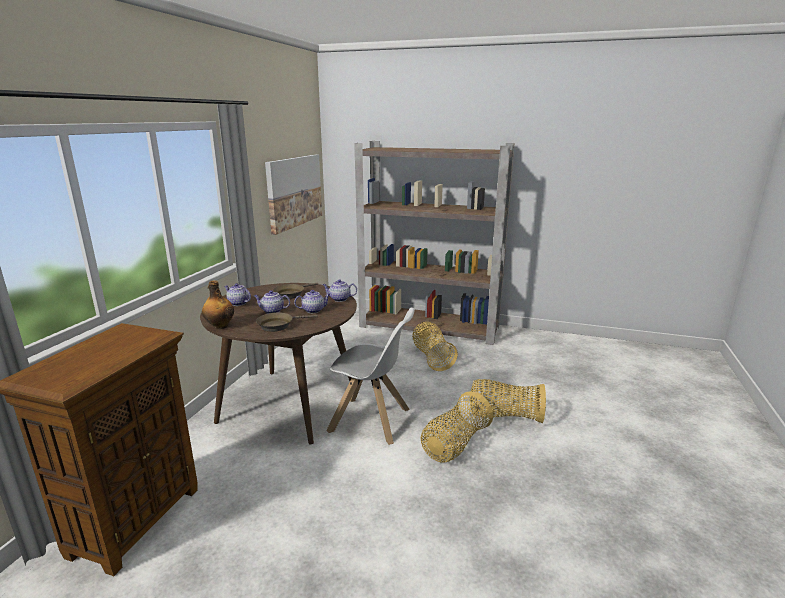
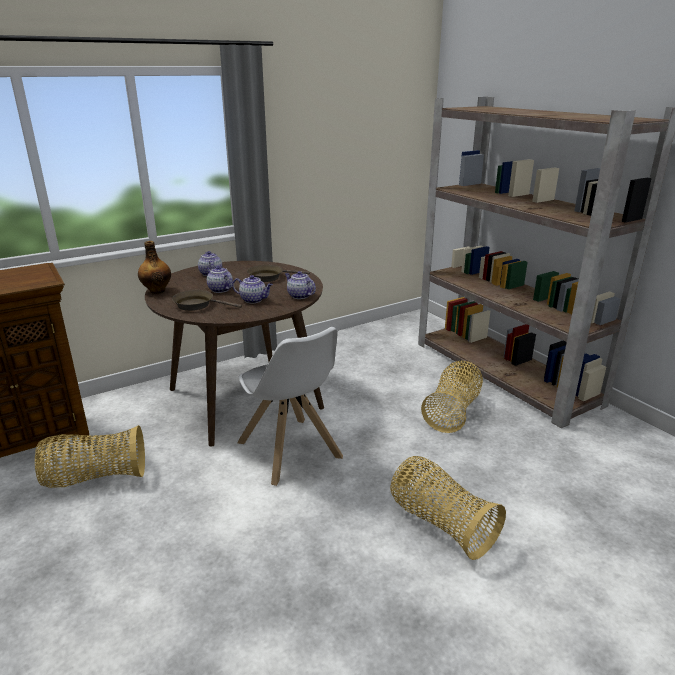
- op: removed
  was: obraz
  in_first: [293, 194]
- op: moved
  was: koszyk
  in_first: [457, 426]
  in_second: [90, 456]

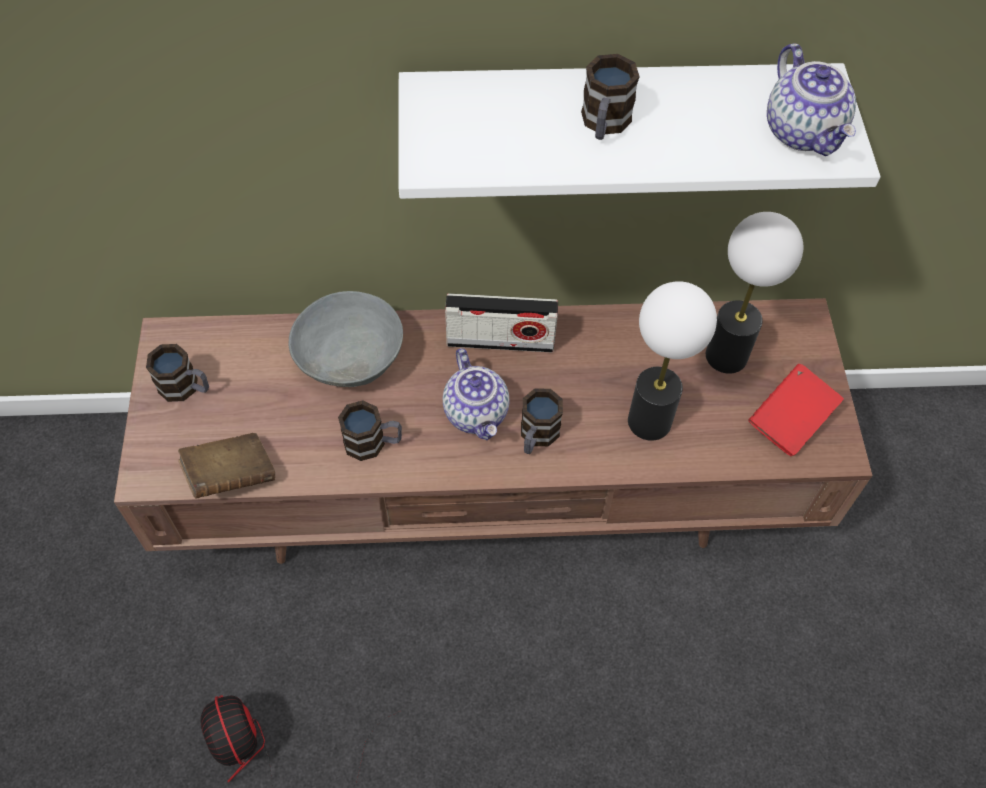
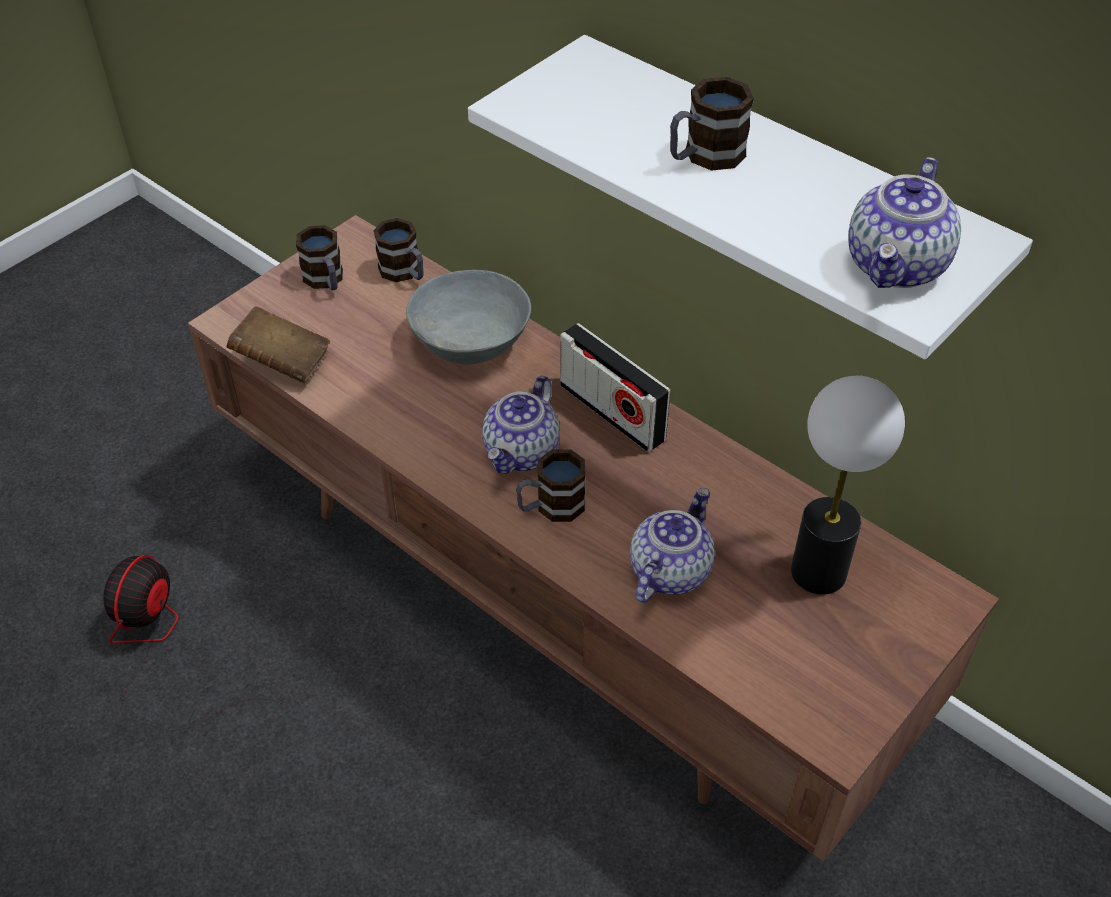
- op: replaced
  was: lampa stołowa
  now: imbryk
  in_first: [672, 361]
  in_second: [672, 545]
- op: removed
  was: książka [czerwony]
  in_first: [796, 410]
- op: moved
  was: kubek
  in_first: [370, 430]
  in_second: [398, 250]

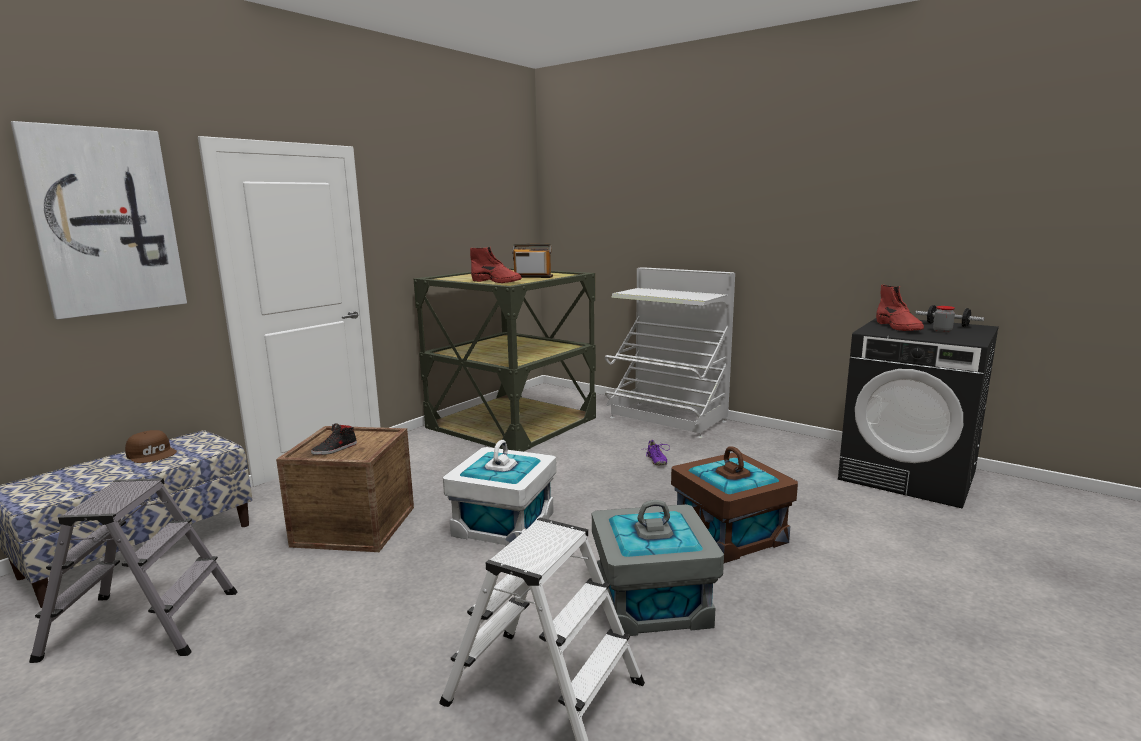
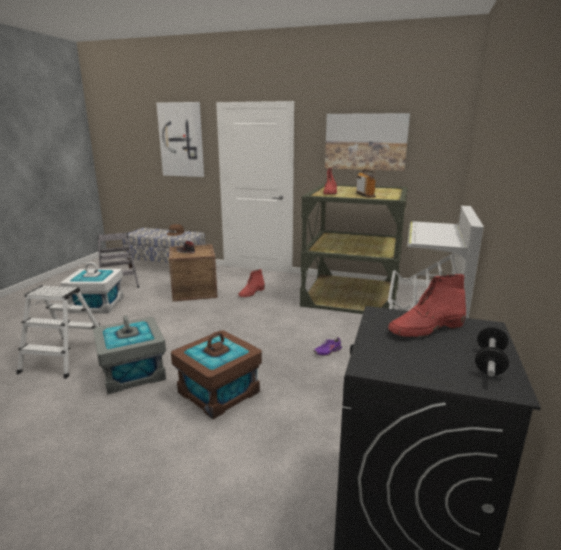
- op: removed
  was: słoik
  in_first: [944, 319]
- op: moved
  was: pojemnik do przechowywania [biały]
  in_first: [499, 493]
  in_second: [92, 287]
- op: added
  now: obraz
  in_second: [367, 142]
- op: added
  now: but z cholewką [czerwony]
  in_second: [251, 283]

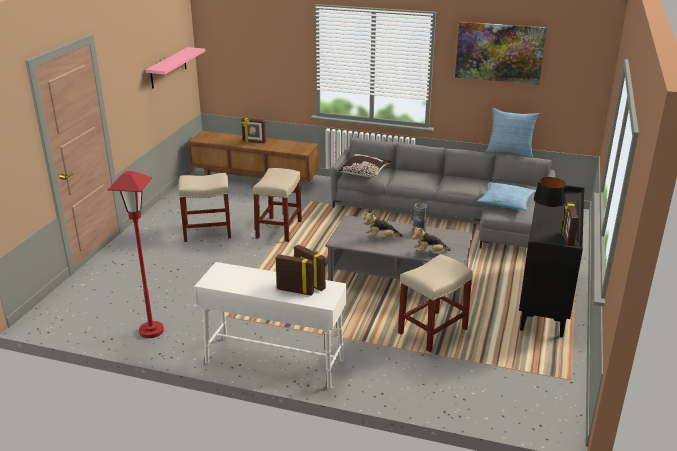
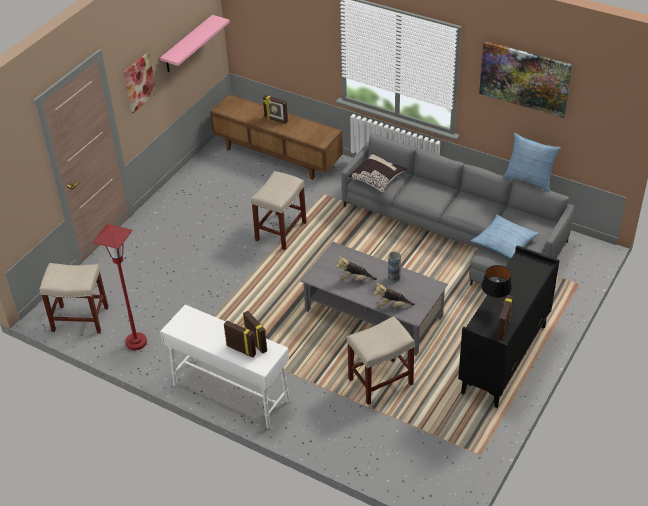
- op: moved
  was: stołek [beżowy]
  in_first: [204, 207]
  in_second: [74, 298]
- op: added
  now: obraz
  in_second: [140, 82]

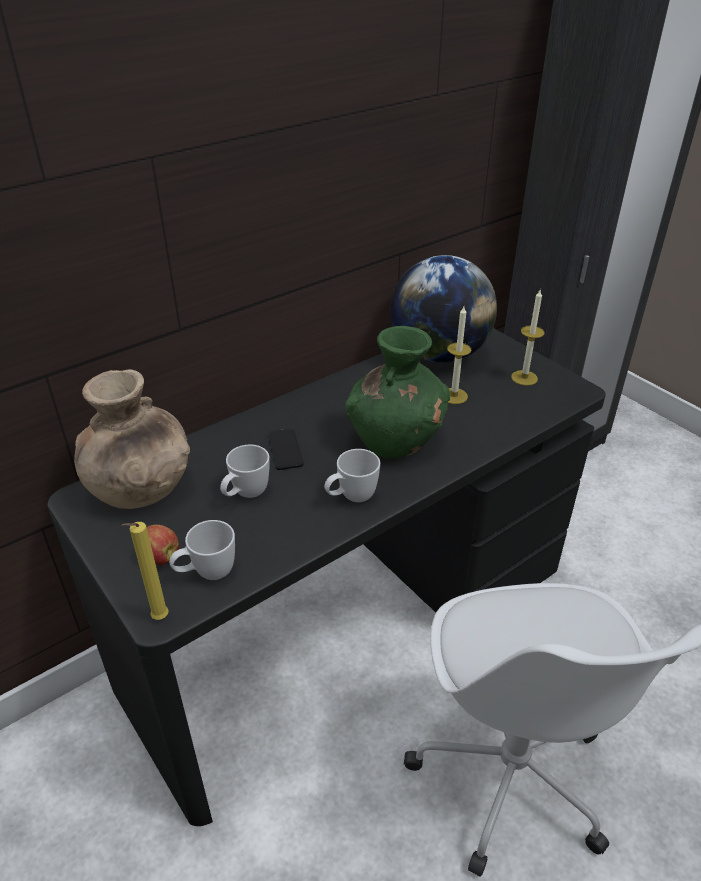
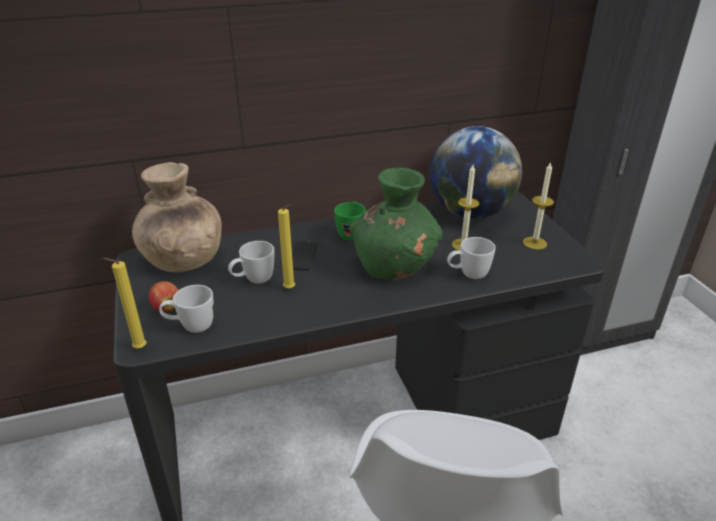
- op: moved
  was: kubek [biały]
  in_first: [352, 475]
  in_second: [471, 258]
- op: added
  now: kubek [zielony]
  in_second: [350, 221]
- op: added
  now: świeca [żółty]
  in_second: [286, 247]

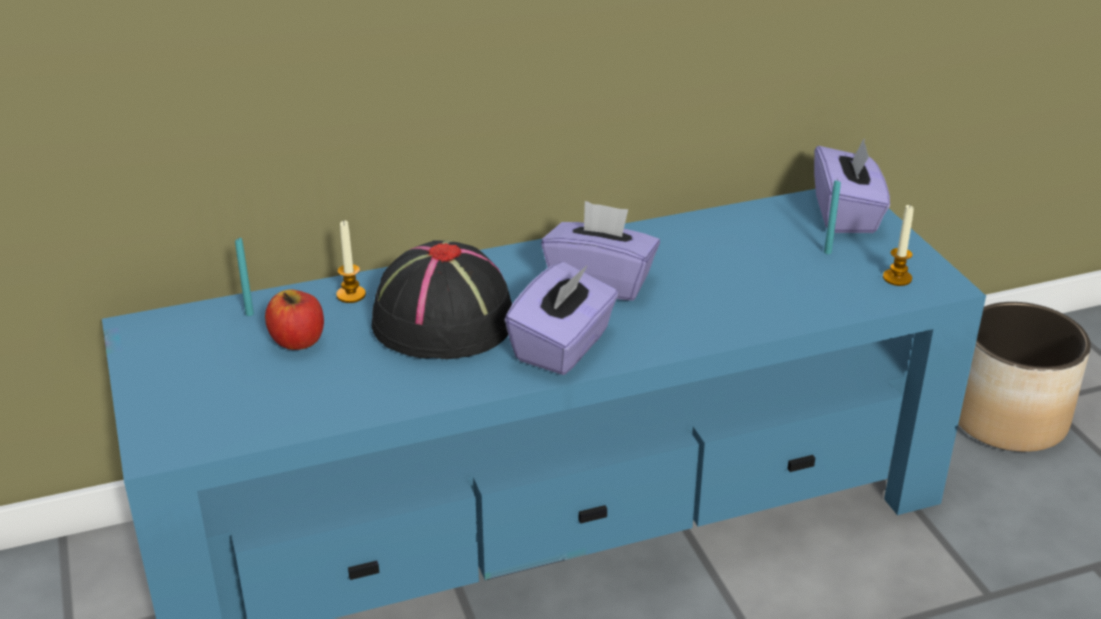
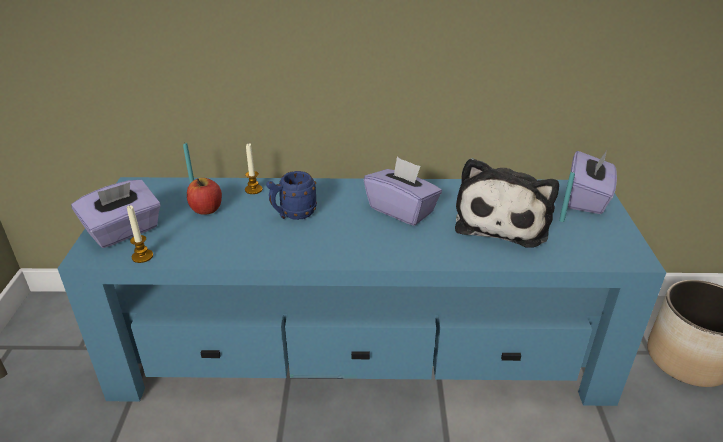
- op: moved
  was: świeca
  in_first: [898, 245]
  in_second: [140, 234]
- op: replaced
  was: kapelusz [czarny]
  now: kubek [niebieski]
  in_first: [442, 299]
  in_second: [291, 195]
- op: moved
  was: pudełko chusteczek [fioletowy]
  in_first: [562, 318]
  in_second: [116, 214]
- op: added
  now: pluszak
  in_second: [507, 203]

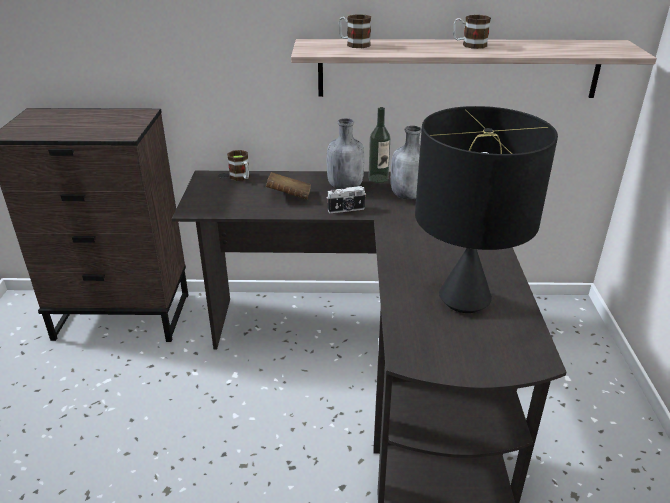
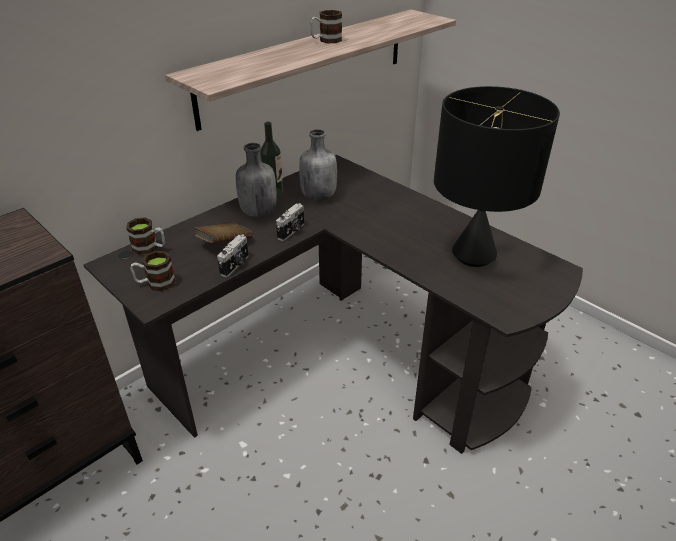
- op: moved
  was: kubek
  in_first: [355, 31]
  in_second: [153, 271]
- op: added
  now: aparat fotograficzny
  in_second: [233, 255]

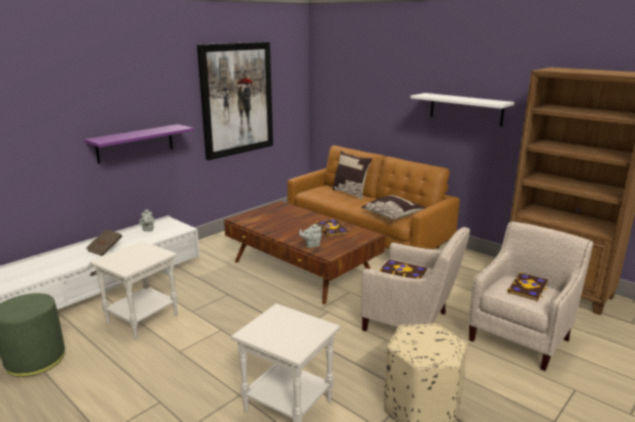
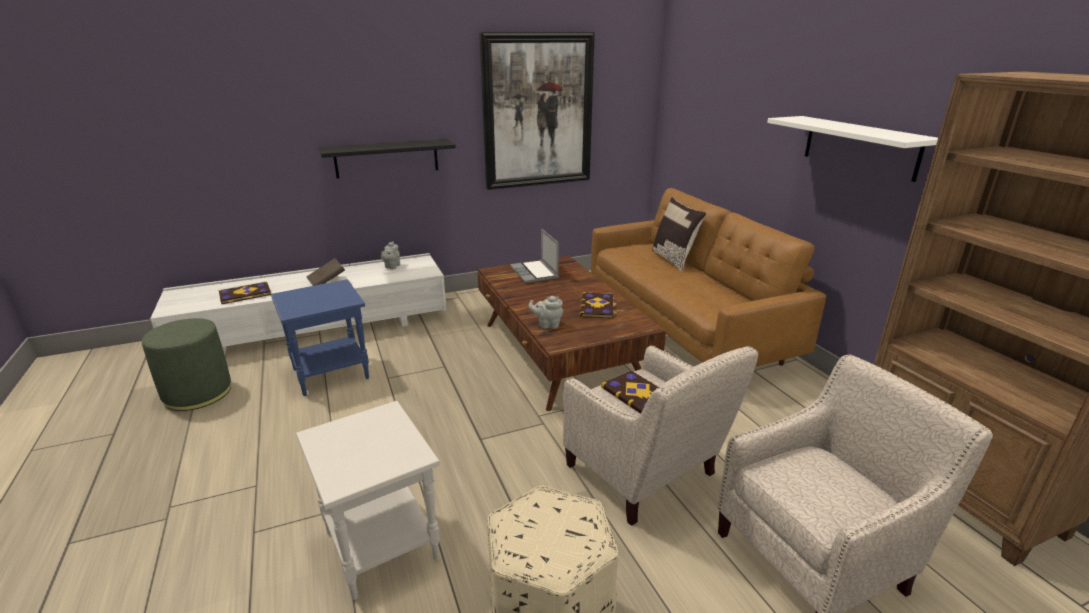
- op: recoloured
  was: półka [fioletowy]
  now: półka [czarny]
  in_first: [139, 144]
  in_second: [387, 159]
- op: removed
  was: poduszka
  in_first: [393, 207]
- op: recoloured
  was: stolik [biały]
  now: stolik [niebieski]
  in_first: [134, 290]
  in_second: [320, 337]
- op: moved
  was: książka
  in_first: [527, 286]
  in_second: [245, 293]
- op: added
  now: laptop
  in_second: [534, 255]

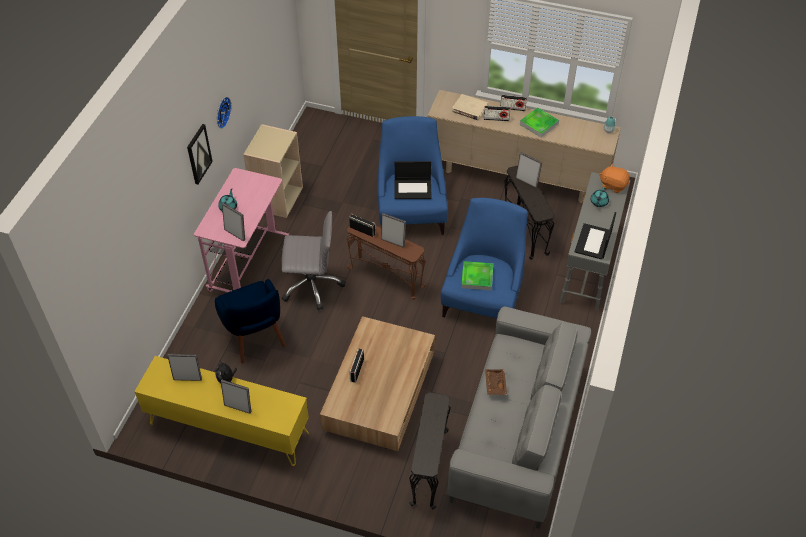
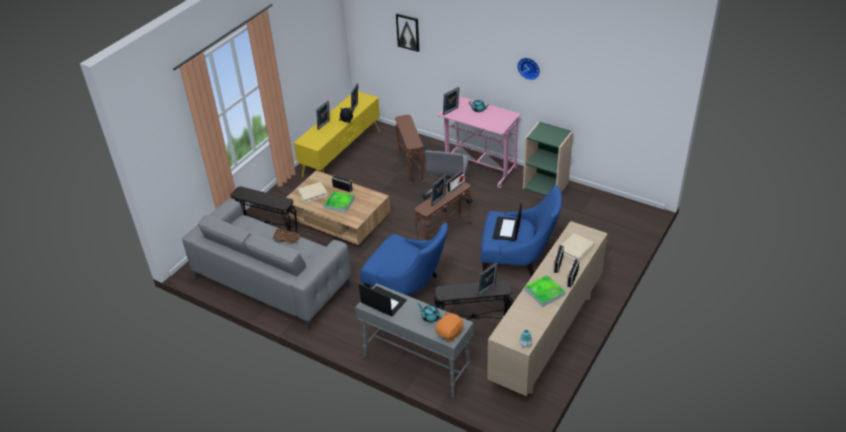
- op: moved
  was: obraz
  in_first: [200, 154]
  in_second: [407, 33]
- op: recoloured
  was: regał [beżowy]
  now: regał [zielony]
  in_first: [273, 171]
  in_second: [548, 159]
- op: moved
  was: taca
  in_first: [477, 275]
  in_second: [339, 202]
- op: replaced
  was: fotel [niebieski]
  now: stolik [brązowy]
  in_first: [250, 321]
  in_second: [410, 150]
- op: added
  now: książka [beżowy]
  in_second: [313, 192]

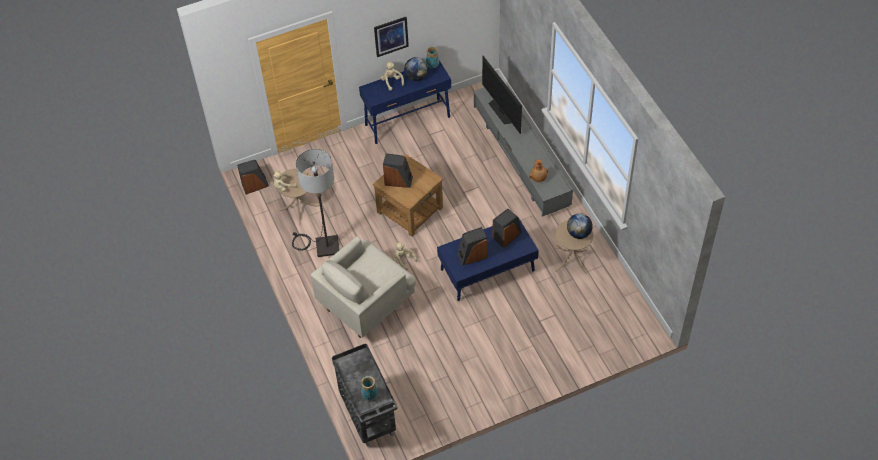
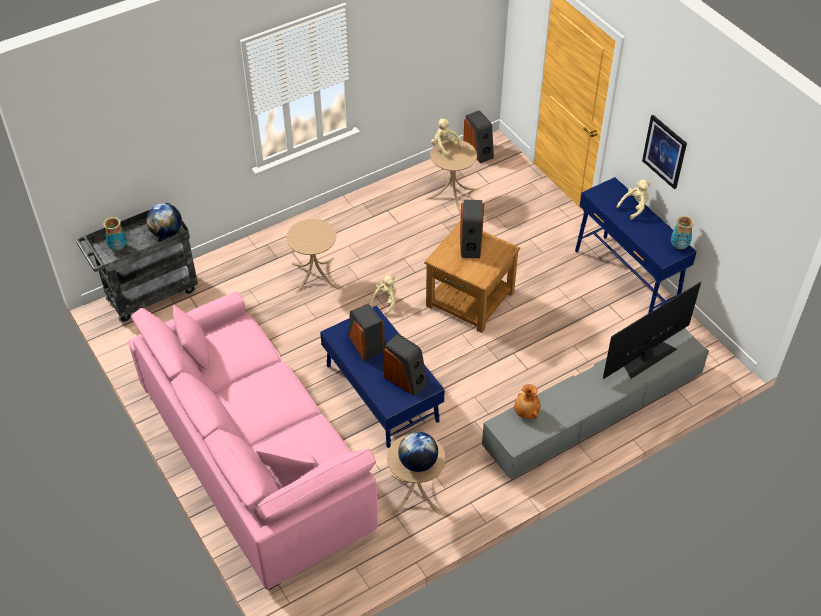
- op: moved
  was: globus
  in_first: [416, 69]
  in_second: [164, 220]
- op: removed
  was: lampa stojąca
  in_first: [315, 203]
- op: replaced
  was: fotel [beżowy]
  now: stolik [beżowy]
  in_first: [363, 287]
  in_second: [312, 256]
- op: added
  now: kanapa [różowy]
  in_second: [253, 441]

